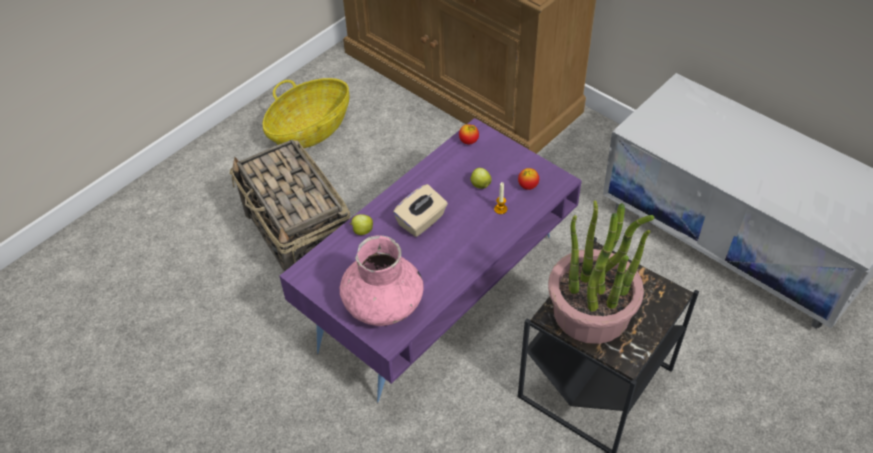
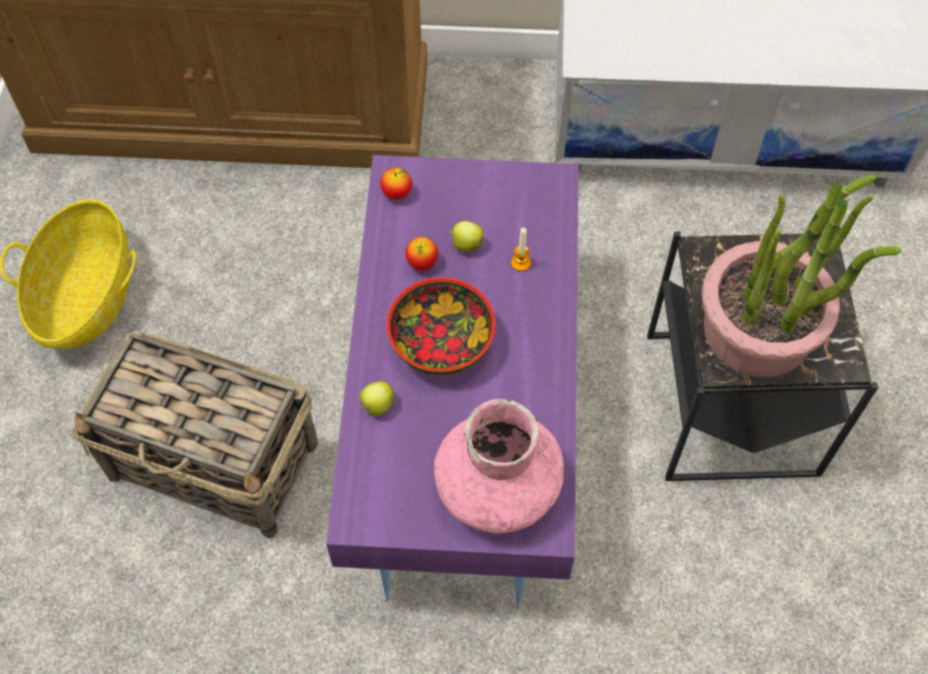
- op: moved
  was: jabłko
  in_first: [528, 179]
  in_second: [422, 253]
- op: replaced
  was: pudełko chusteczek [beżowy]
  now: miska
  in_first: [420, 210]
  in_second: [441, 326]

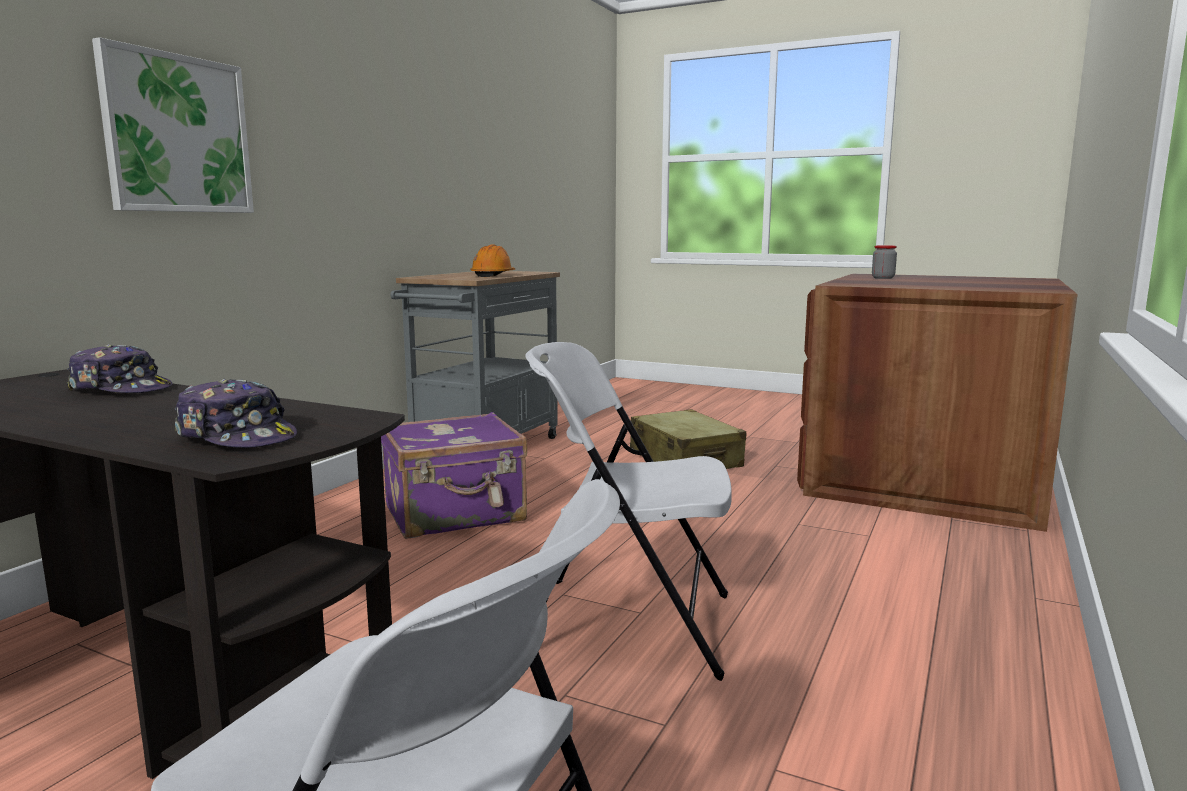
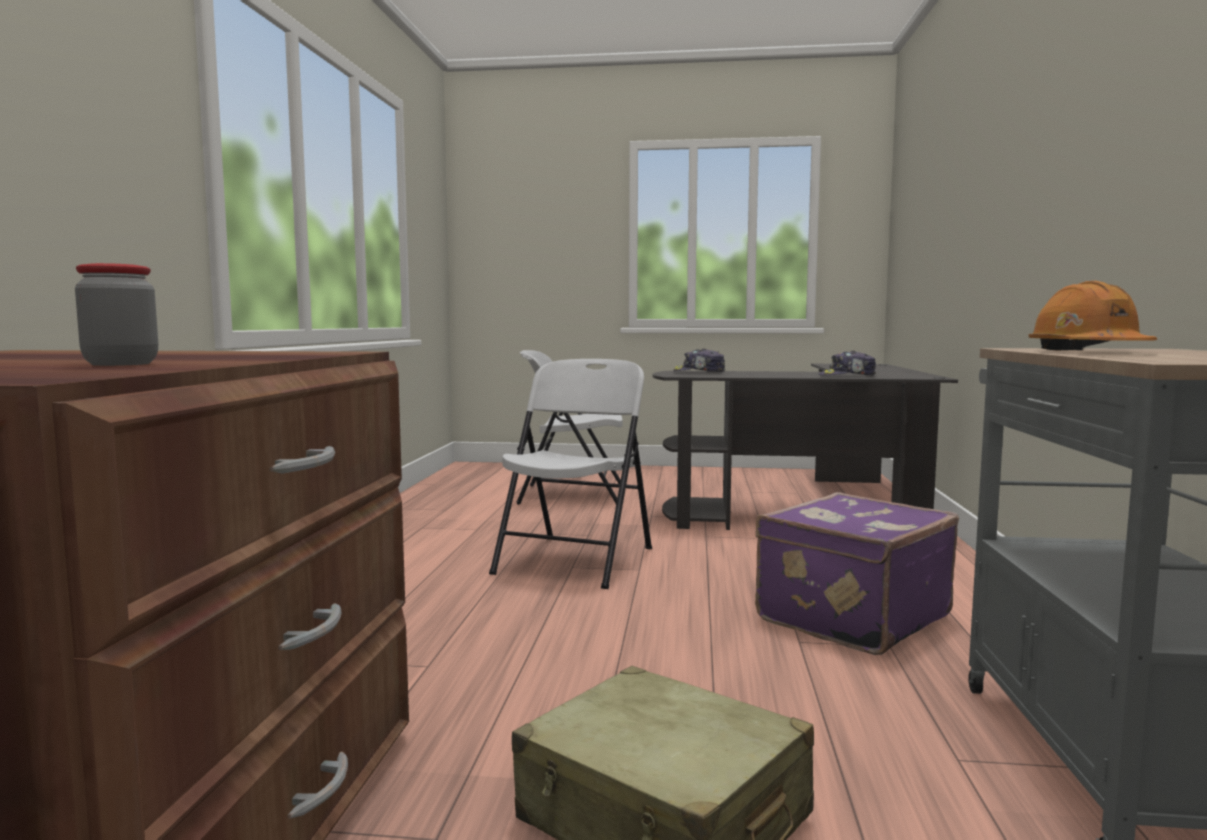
- op: removed
  was: obraz
  in_first: [173, 125]
- op: turned
  was: krzesło [biały]
  in_first: [628, 511]
  in_second: [570, 474]
  clockwise: -60

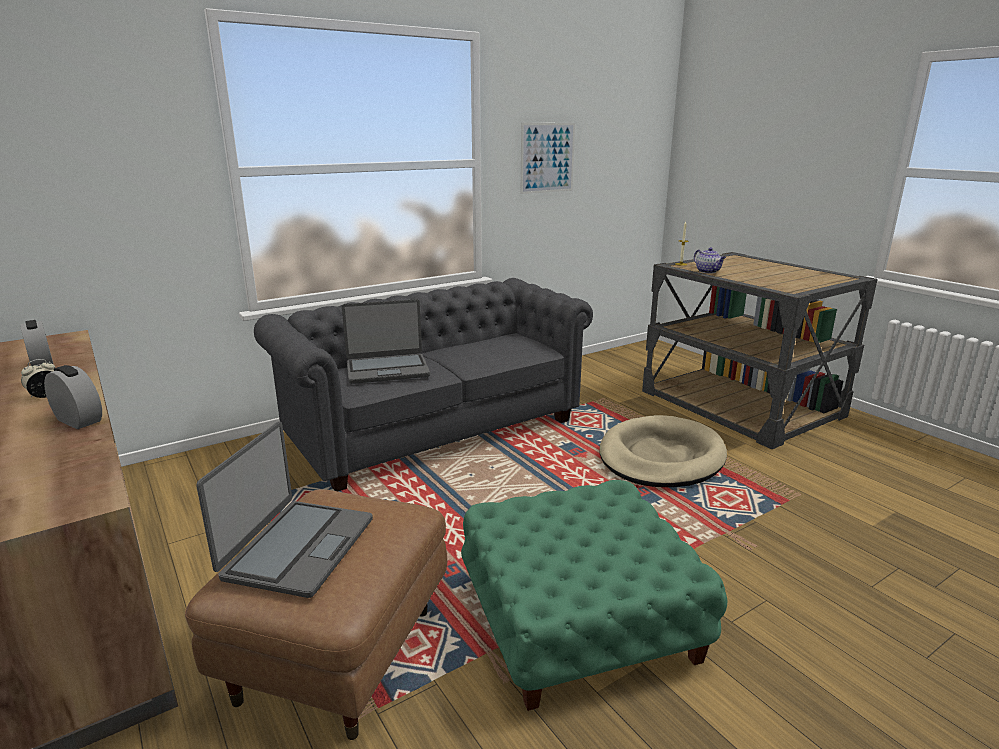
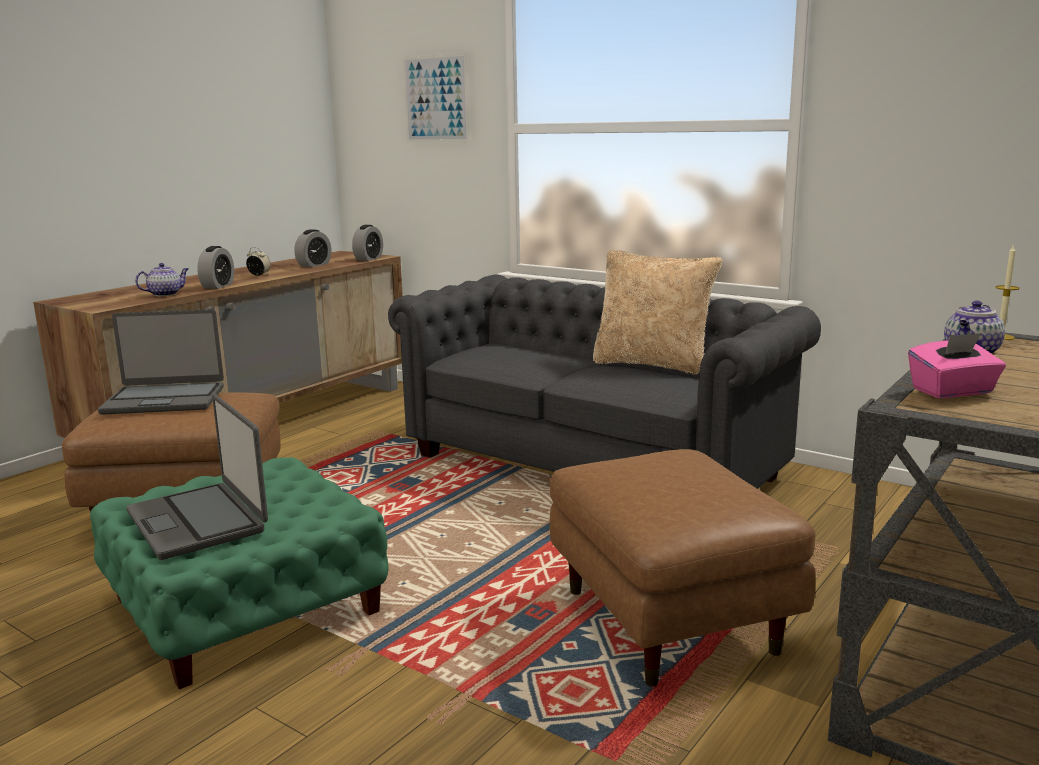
- op: moved
  was: obraz
  in_first: [548, 158]
  in_second: [436, 97]
- op: moved
  was: laptop
  in_first: [386, 341]
  in_second: [197, 477]
- op: replaced
  was: legowisko [beżowy]
  now: pufa [brązowy]
  in_first: [663, 451]
  in_second: [682, 568]
- op: added
  now: budzik
  in_second: [367, 243]
- op: added
  now: poduszka [beżowy]
  in_second: [658, 312]
- op: added
  now: imbryk
  in_second: [162, 279]
- op: added
  now: pudełko chusteczek [różowy]
  in_second: [957, 365]

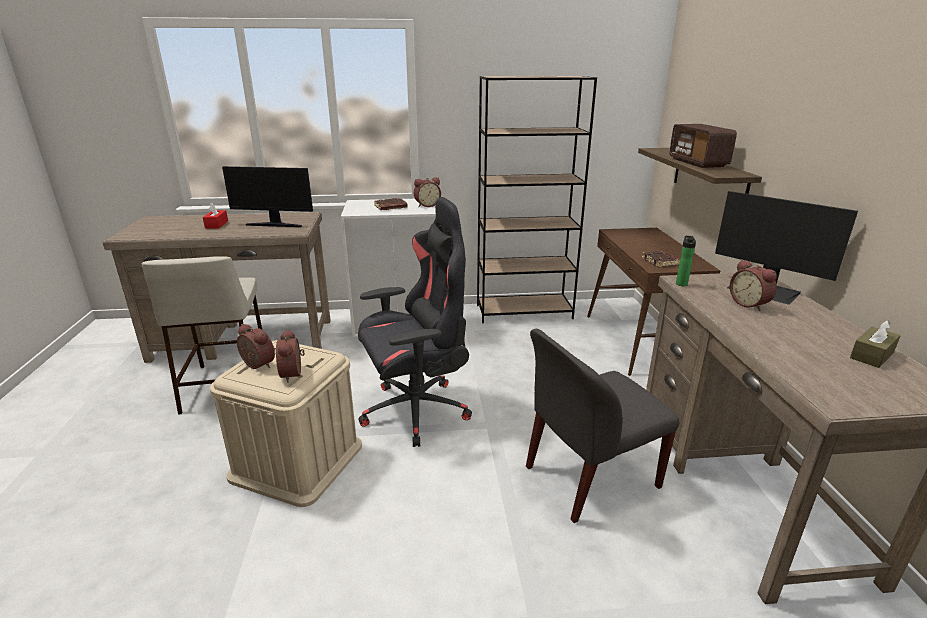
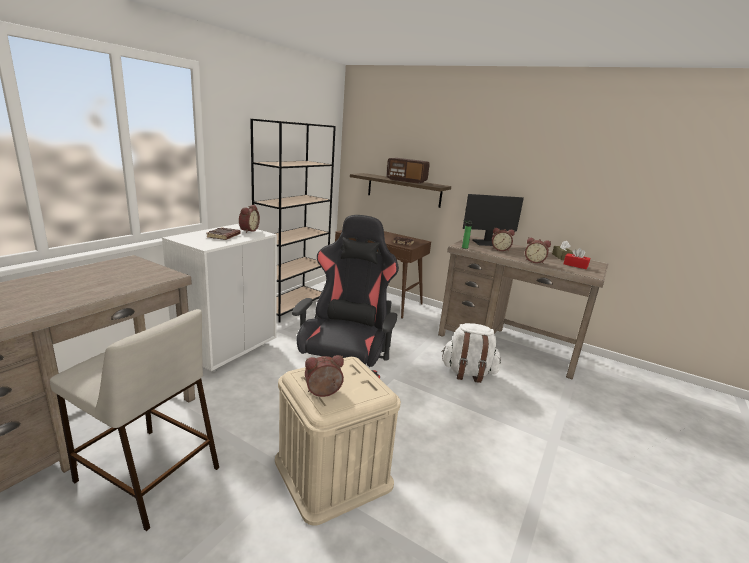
- op: removed
  was: monitor
  in_first: [267, 196]
- op: moved
  was: pudełko chusteczek [czerwony]
  in_first: [215, 216]
  in_second: [577, 258]
- op: moved
  was: budzik
  in_first: [290, 356]
  in_second: [538, 251]
- op: replaced
  was: krzesło [szary]
  now: plecak [biały]
  in_first: [602, 426]
  in_second: [471, 353]

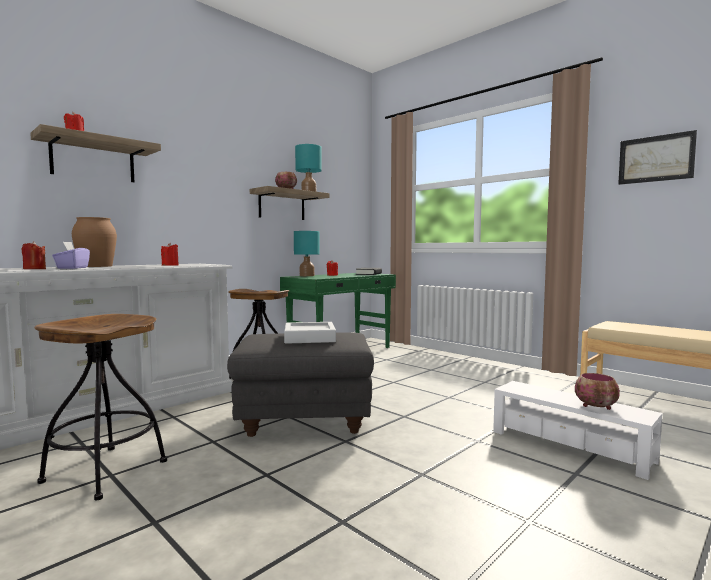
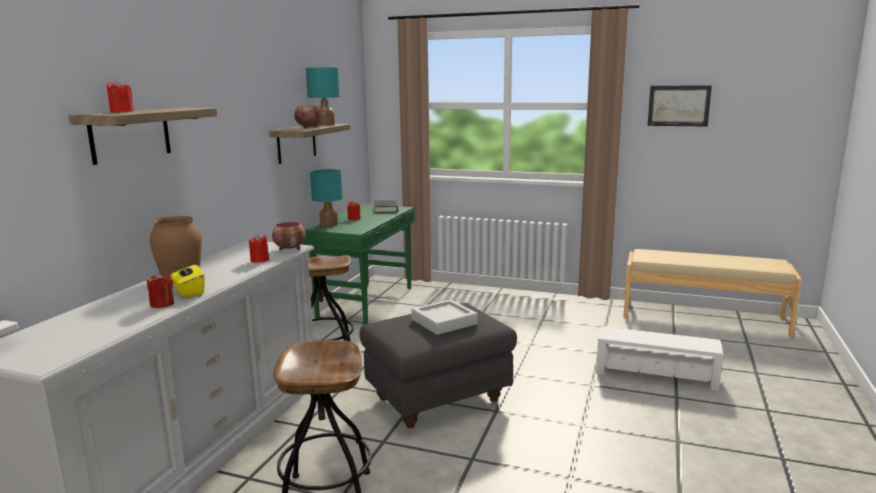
- op: recoloured
  was: pudełko chusteczek [fioletowy]
  now: pudełko chusteczek [żółty]
  in_first: [71, 255]
  in_second: [187, 281]
- op: moved
  was: miska
  in_first: [597, 391]
  in_second: [289, 236]

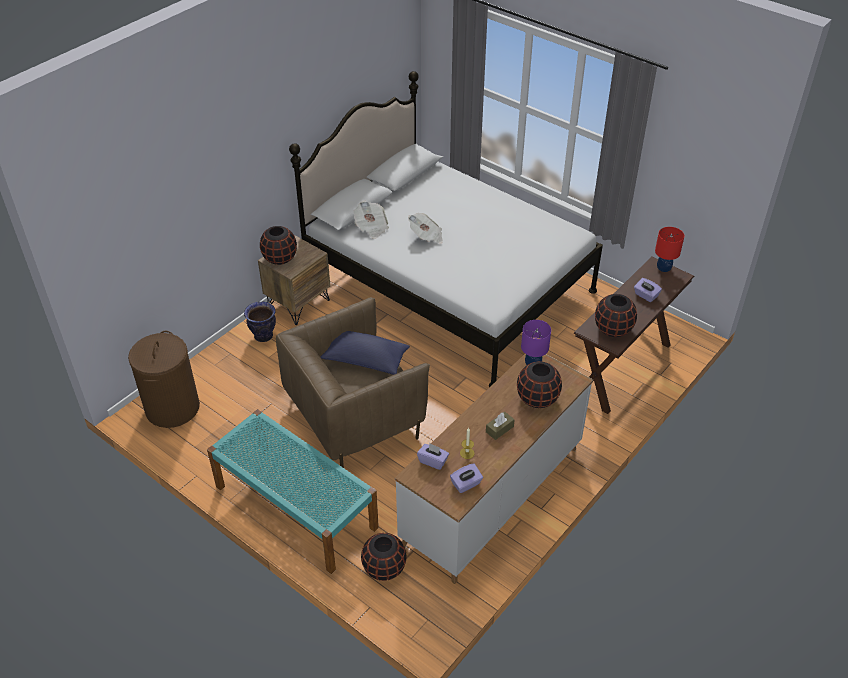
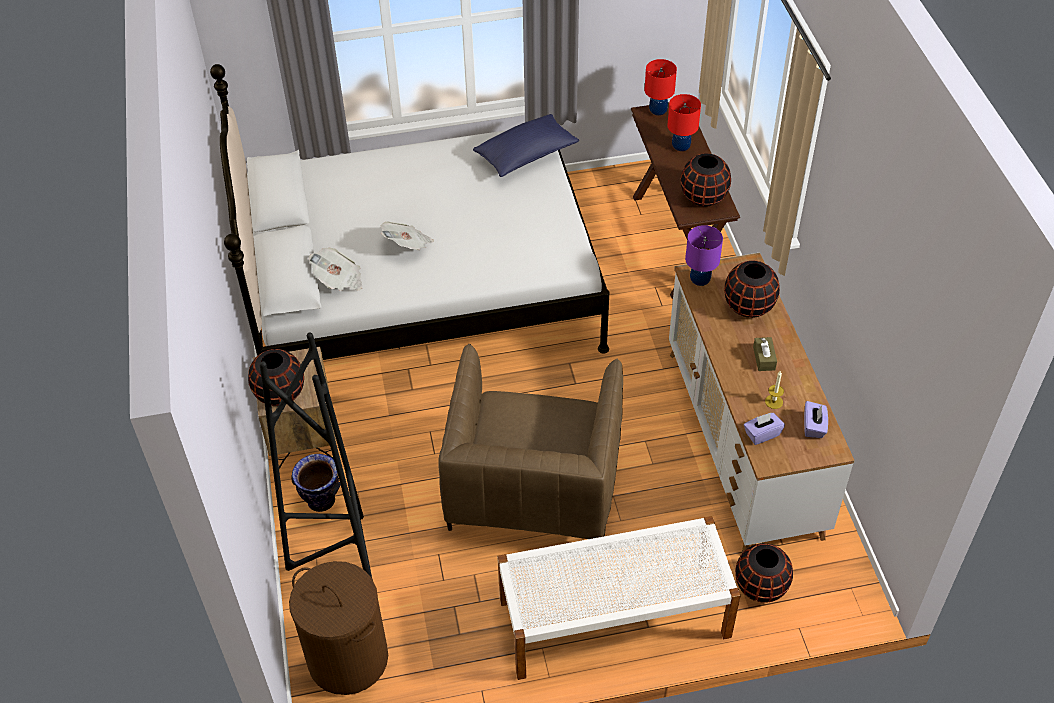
- op: replaced
  was: pudełko chusteczek [fioletowy]
  now: lampa stołowa [czerwony]
  in_first: [648, 290]
  in_second: [684, 122]
- op: moved
  was: poduszka [niebieski]
  in_first: [365, 353]
  in_second: [526, 145]
- op: recoloured
  was: ławka [turkusowy]
  now: ławka [biały]
  in_first: [293, 491]
  in_second: [619, 598]
- op: added
  now: wieszak [czarny]
  in_second: [316, 455]

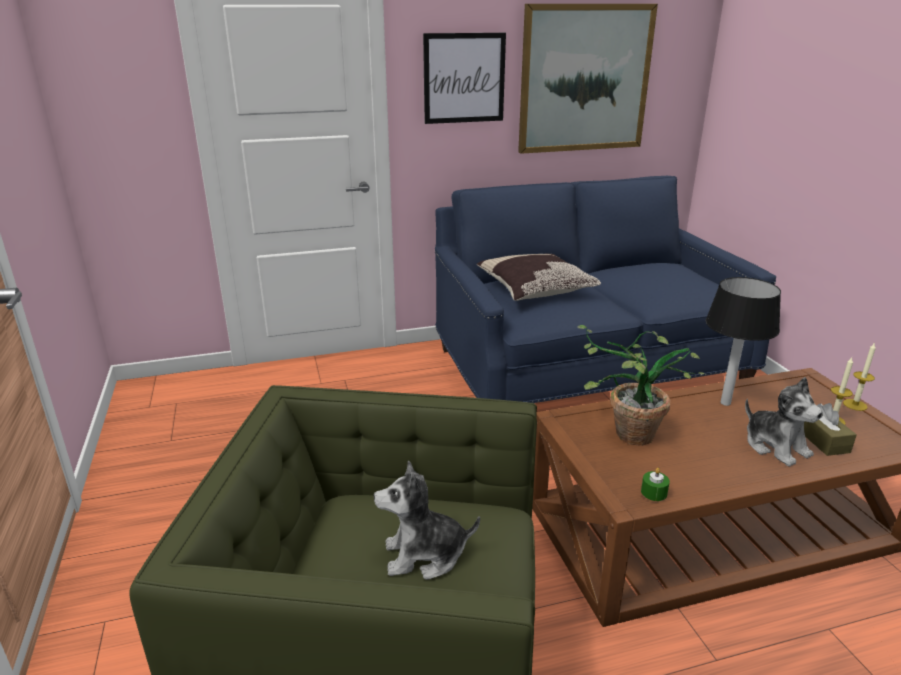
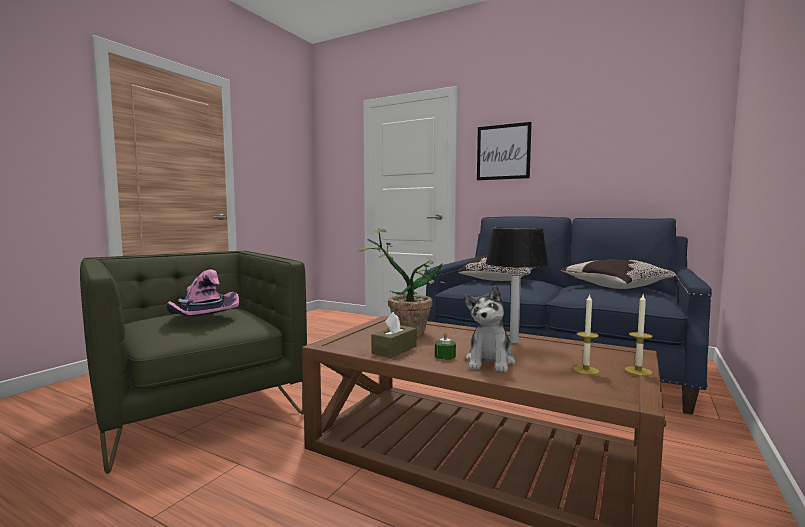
- op: removed
  was: obraz
  in_first: [588, 79]
- op: moved
  was: pudełko chusteczek [brązowy]
  in_first: [830, 429]
  in_second: [394, 335]
- op: replaced
  was: pluszak
  now: kapelusz [różowy]
  in_first: [427, 520]
  in_second: [202, 292]
- op: moved
  was: świeca [zielony]
  in_first: [655, 484]
  in_second: [445, 346]
- op: added
  now: poduszka
  in_second: [618, 274]

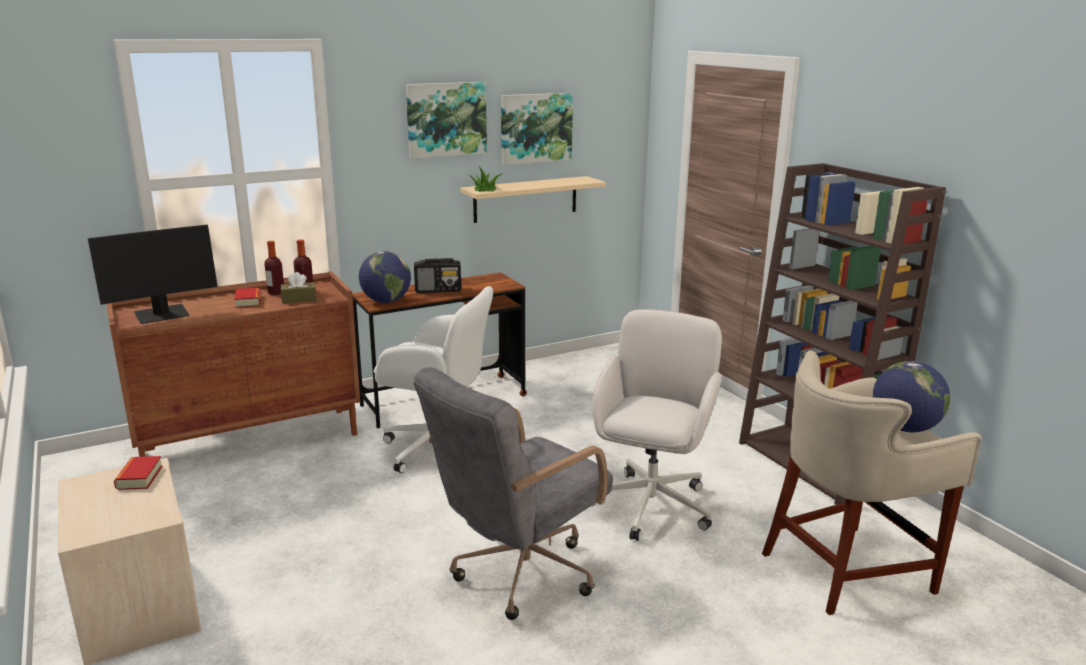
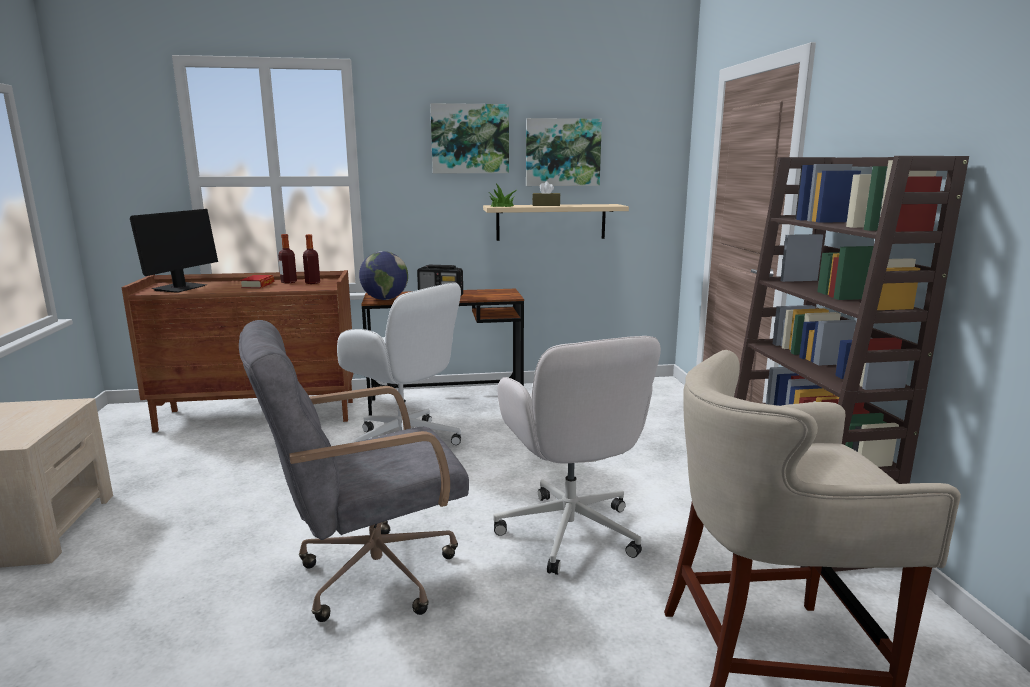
- op: turned
  was: monitor
  in_first: [153, 274]
  in_second: [174, 251]
  clockwise: -60
- op: moved
  was: pudełko chusteczek [brązowy]
  in_first: [299, 288]
  in_second: [546, 193]
- op: turned
  was: krzesło biurowe [biały]
  in_first: [657, 425]
  in_second: [577, 455]
  clockwise: 120
- op: removed
  was: globus
  in_first: [911, 396]
- op: removed
  was: książka
  in_first: [138, 473]

